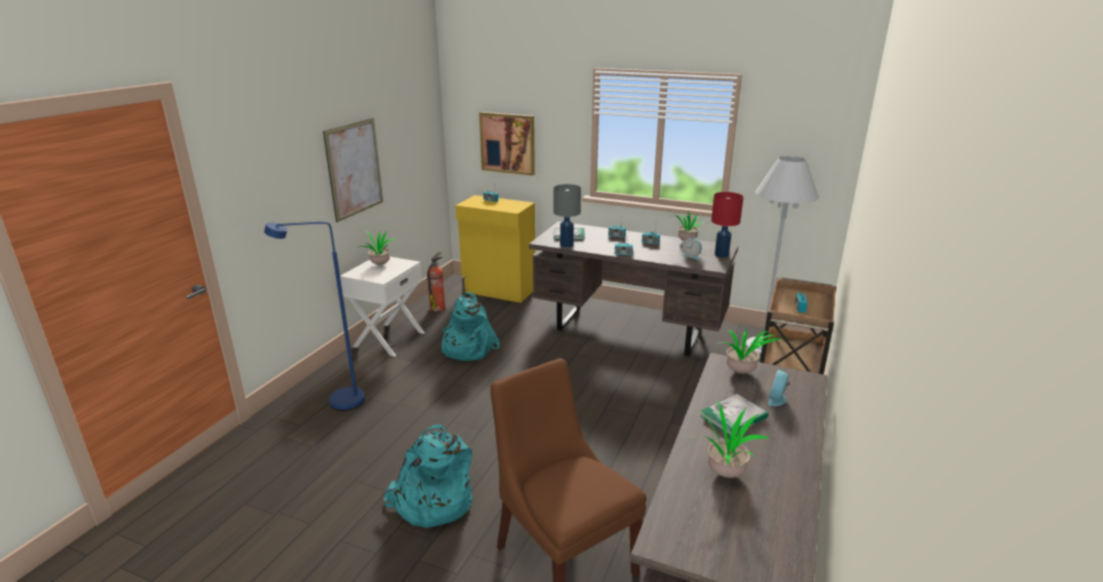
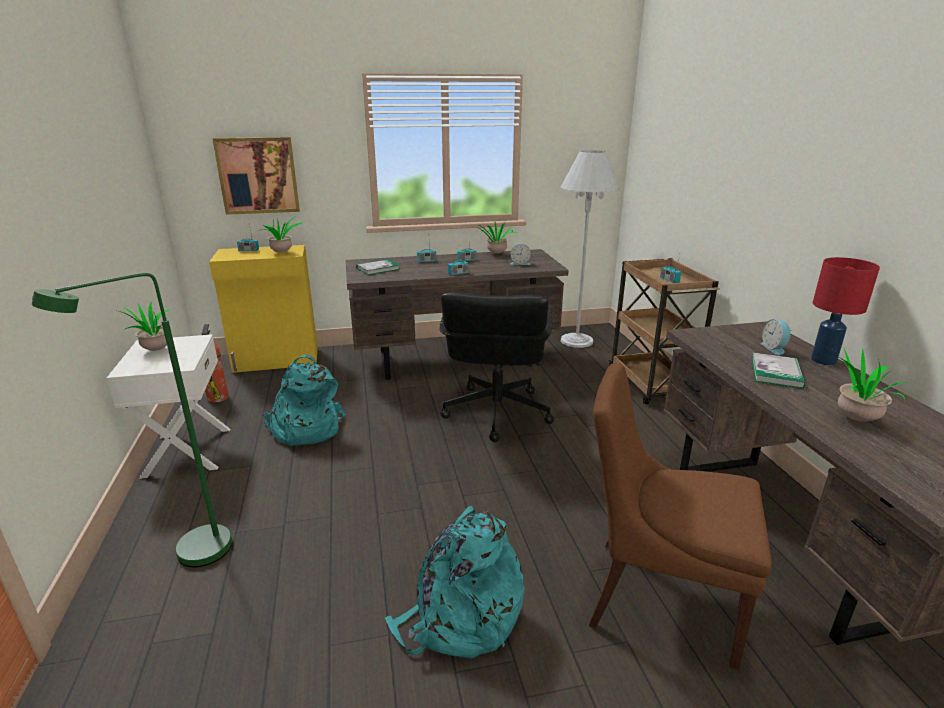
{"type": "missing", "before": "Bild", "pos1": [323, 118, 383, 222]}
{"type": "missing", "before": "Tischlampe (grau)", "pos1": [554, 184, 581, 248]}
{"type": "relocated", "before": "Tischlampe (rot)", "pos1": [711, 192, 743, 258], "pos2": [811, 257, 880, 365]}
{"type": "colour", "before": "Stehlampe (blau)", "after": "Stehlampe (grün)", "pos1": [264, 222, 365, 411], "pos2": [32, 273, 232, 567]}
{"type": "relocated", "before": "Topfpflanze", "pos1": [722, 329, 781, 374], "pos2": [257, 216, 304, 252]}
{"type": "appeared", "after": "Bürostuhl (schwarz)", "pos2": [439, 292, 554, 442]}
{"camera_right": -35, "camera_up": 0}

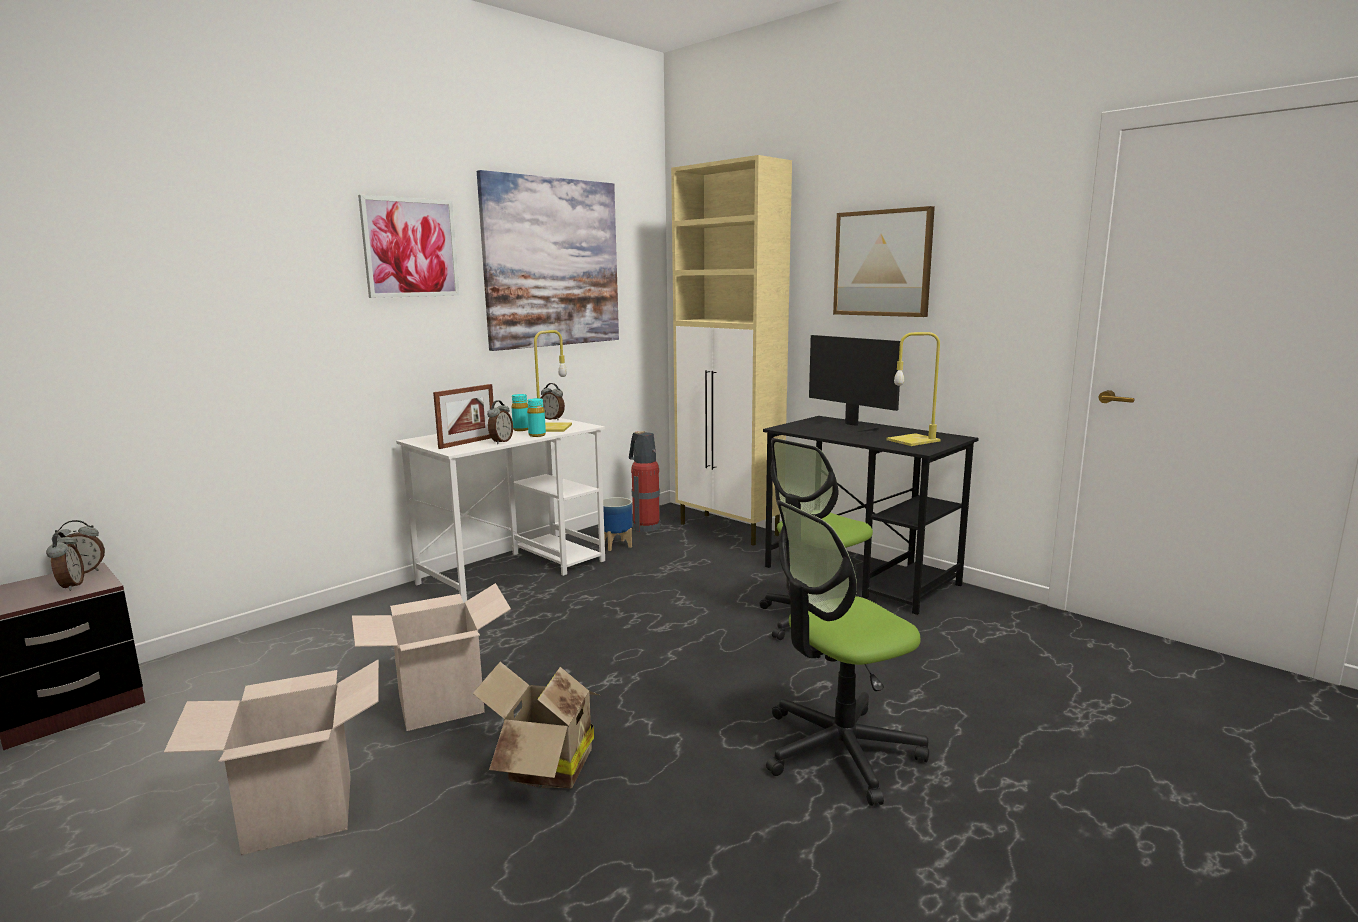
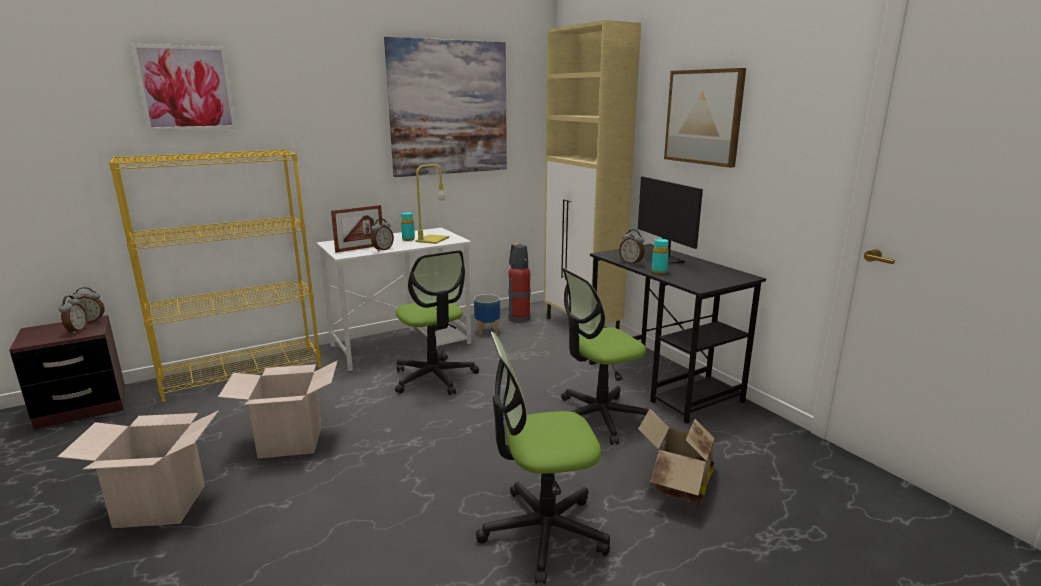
{"type": "relocated", "before": "Bild", "pos1": [358, 195, 459, 298], "pos2": [131, 44, 237, 131]}
{"type": "missing", "before": "Tischlampe (gelb)", "pos1": [886, 332, 941, 446]}
{"type": "relocated", "before": "Wecker", "pos1": [541, 383, 565, 420], "pos2": [619, 229, 645, 265]}
{"type": "relocated", "before": "Flasche (türkis)", "pos1": [527, 398, 546, 437], "pos2": [652, 239, 669, 274]}
{"type": "relocated", "before": "Karton", "pos1": [473, 662, 599, 789], "pos2": [638, 409, 716, 504]}
{"type": "appeared", "after": "Bücherregal (gelb)", "pos2": [109, 149, 321, 402]}
{"type": "appeared", "after": "Bürostuhl", "pos2": [395, 250, 479, 395]}
{"camera_right": 15, "camera_up": 5}

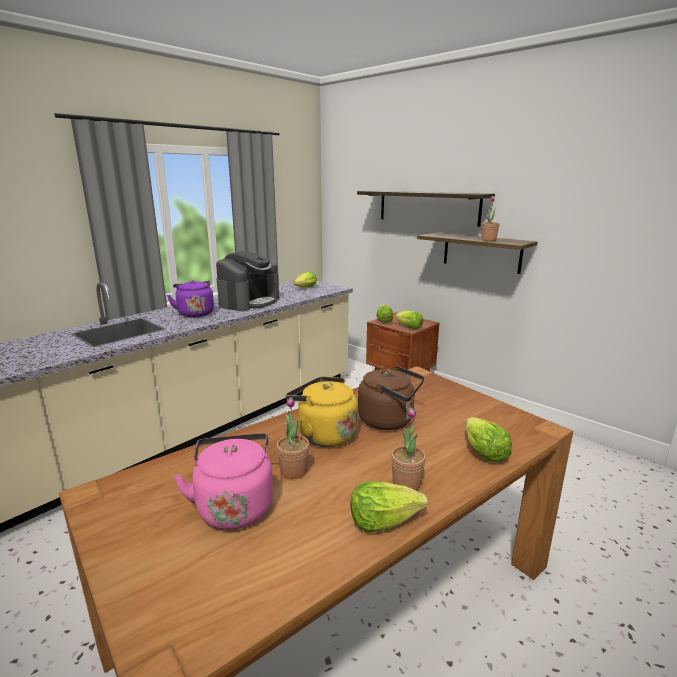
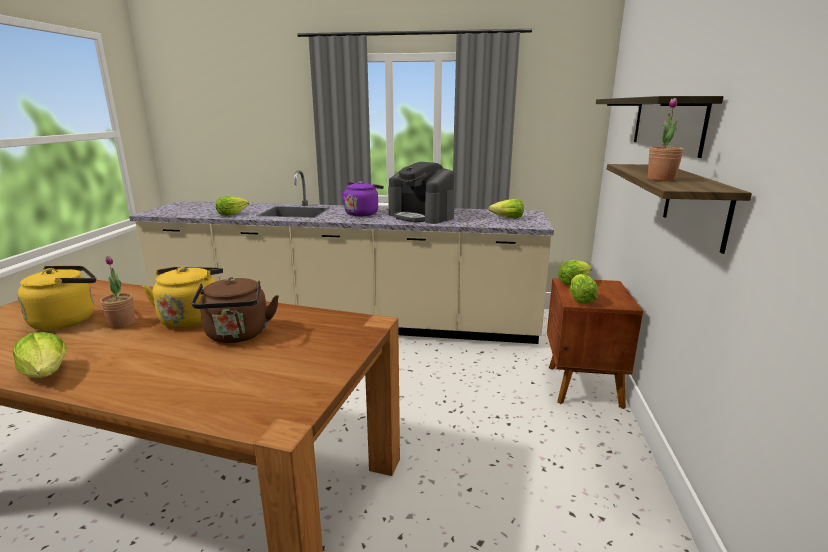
{"type": "spun", "before": "Kaffeemaschine", "pos1": [216, 251, 279, 311], "pos2": [388, 162, 455, 224], "turn": 45}
{"type": "missing", "before": "Topfpflanze", "pos1": [391, 408, 426, 490]}
{"type": "relocated", "before": "Salatkopf", "pos1": [466, 417, 512, 462], "pos2": [216, 196, 249, 216]}
{"type": "colour", "before": "Wasserkessel (rosa)", "after": "Wasserkessel (gelb)", "pos1": [174, 433, 273, 529], "pos2": [17, 266, 96, 330]}
{"camera_right": 55, "camera_up": 0}

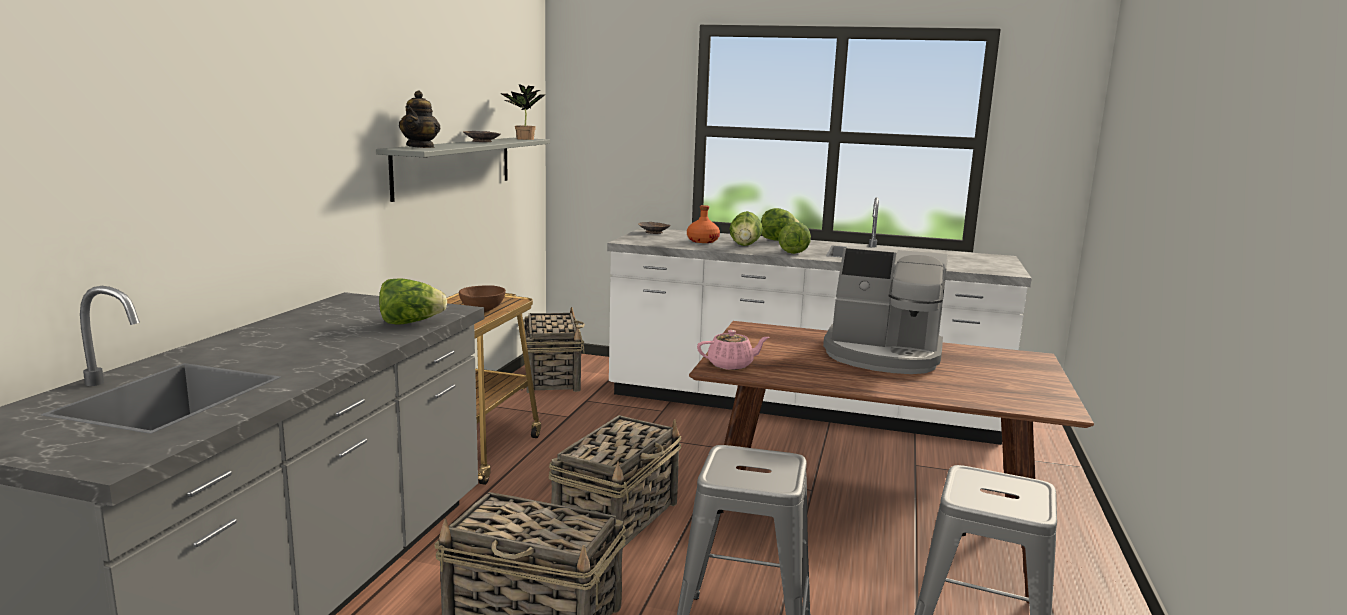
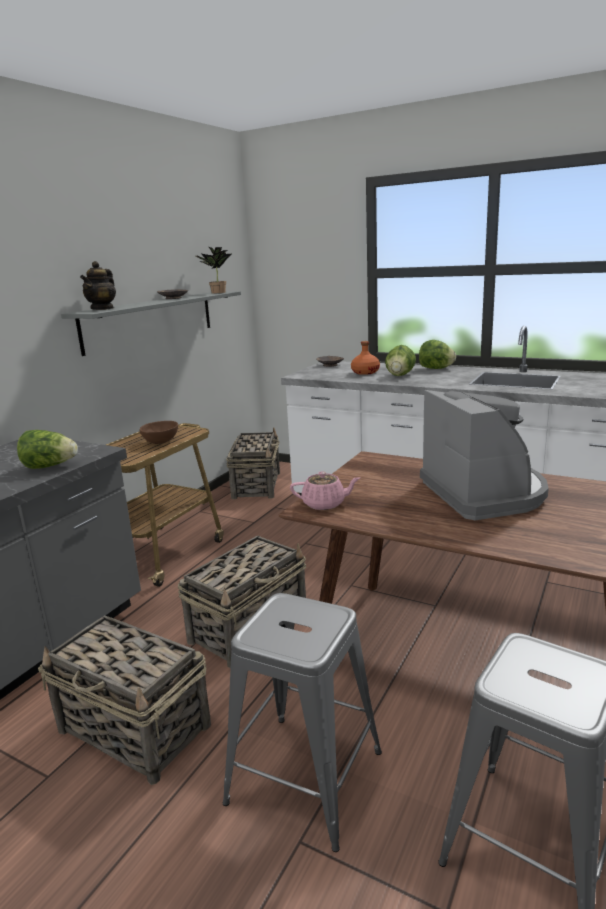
{"type": "missing", "before": "Salatkopf", "pos1": [778, 222, 811, 254]}
{"type": "spun", "before": "Kaffeemaschine", "pos1": [823, 246, 948, 374], "pos2": [420, 390, 549, 520], "turn": -135}
{"camera_right": 15, "camera_up": 5}

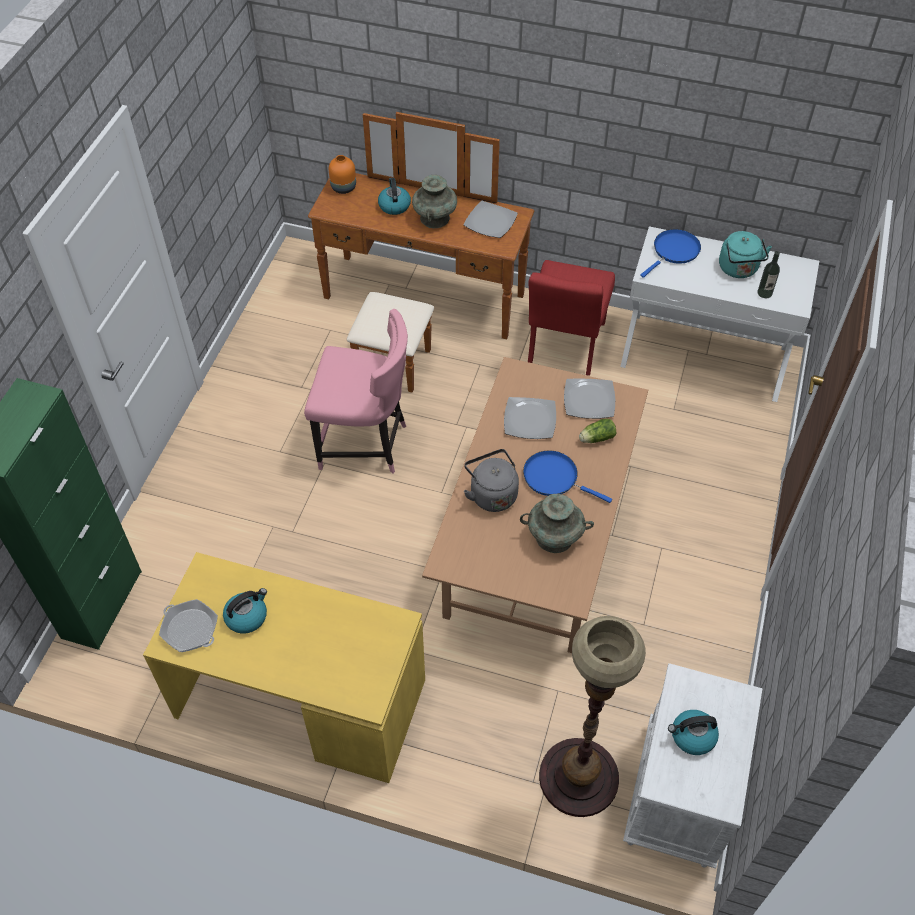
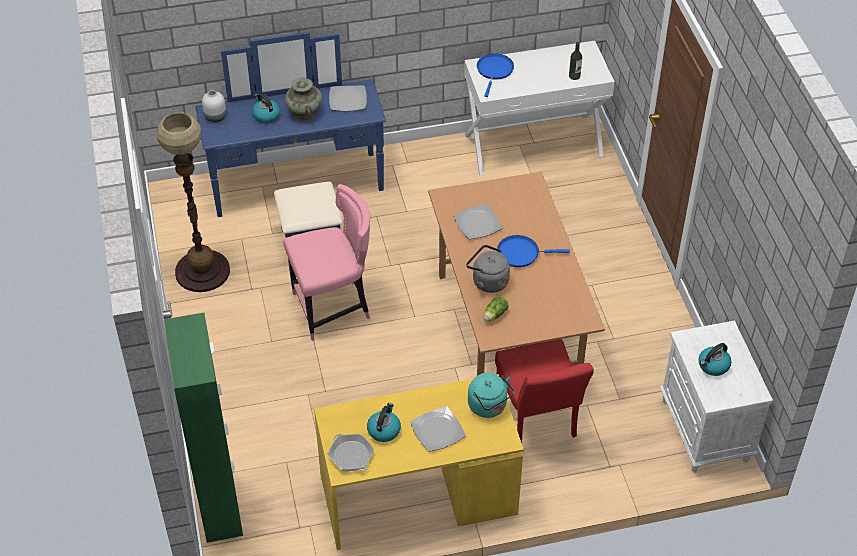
{"type": "colour", "before": "Kommode (braun)", "after": "Kommode (blau)", "pos1": [308, 112, 534, 393], "pos2": [196, 32, 386, 238]}
{"type": "colour", "before": "Vase (orange)", "after": "Vase (weiß)", "pos1": [329, 155, 356, 194], "pos2": [202, 90, 226, 122]}
{"type": "relocated", "before": "Wasserkessel (türkis)", "pos1": [719, 231, 772, 278], "pos2": [468, 373, 515, 418]}
{"type": "relocated", "before": "Stuhl (rot)", "pos1": [528, 260, 615, 376], "pos2": [495, 339, 594, 443]}
{"type": "relocated", "before": "Teller", "pos1": [564, 379, 615, 419], "pos2": [410, 406, 466, 452]}
{"type": "relocated", "before": "Salatkopf", "pos1": [579, 419, 616, 443], "pos2": [483, 296, 509, 322]}
{"type": "missing", "before": "Vase (türkis)", "pos1": [520, 494, 594, 553]}
{"type": "spun", "before": "Pfanne", "pos1": [159, 599, 218, 652], "pos2": [328, 434, 374, 471], "turn": 45}
{"type": "relocated", "before": "Stehlampe", "pos1": [539, 616, 646, 817], "pos2": [156, 112, 230, 292]}
{"camera_right": -30, "camera_up": -5}

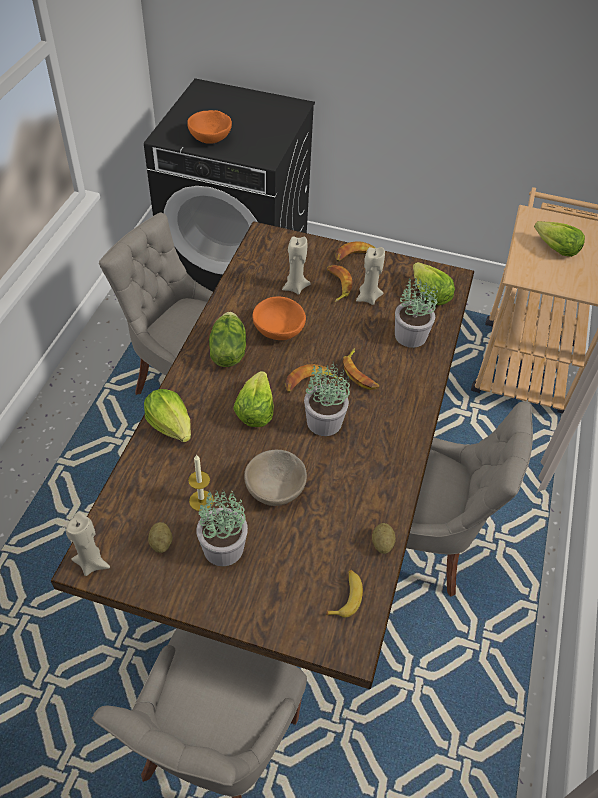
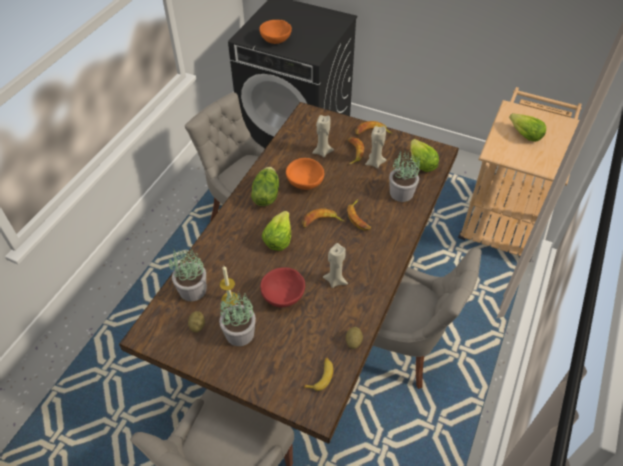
{"type": "relocated", "before": "Topfpflanze", "pos1": [304, 361, 350, 436], "pos2": [169, 246, 206, 301]}
{"type": "missing", "before": "Salatkopf", "pos1": [144, 389, 191, 442]}
{"type": "colour", "before": "Schüssel (beige)", "after": "Schüssel (rot)", "pos1": [244, 450, 307, 506], "pos2": [260, 267, 305, 307]}
{"type": "relocated", "before": "Kerze (beige)", "pos1": [66, 512, 110, 576], "pos2": [323, 243, 348, 288]}
{"camera_right": 10, "camera_up": 0}

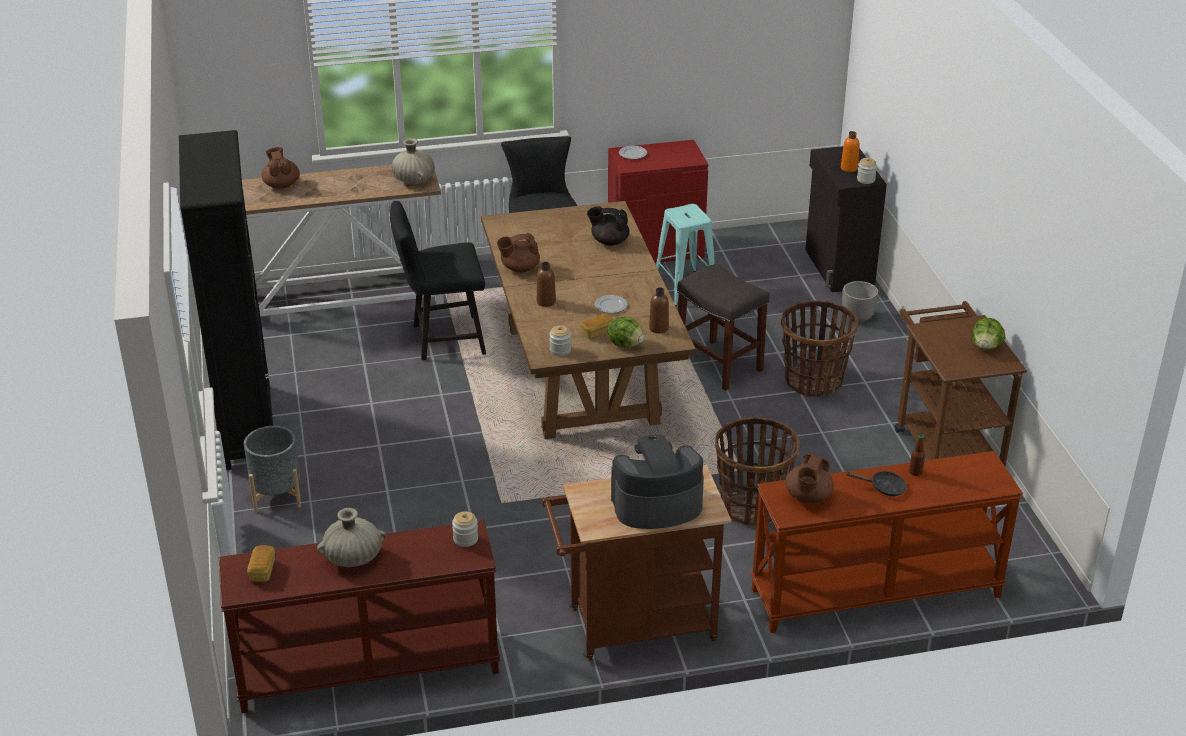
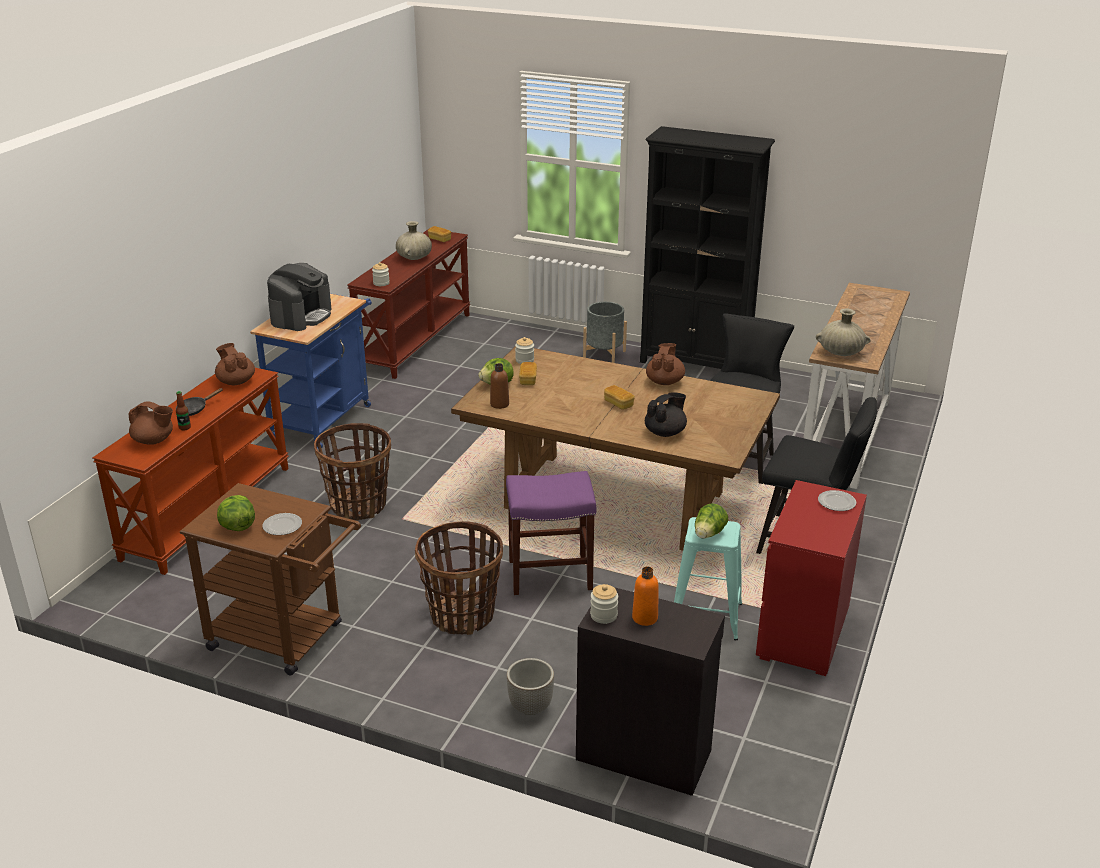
{"type": "relocated", "before": "Teekanne (braun)", "pos1": [262, 147, 300, 189], "pos2": [128, 401, 173, 445]}
{"type": "missing", "before": "Flasche (braun)", "pos1": [537, 262, 556, 307]}
{"type": "colour", "before": "Hocker (grau)", "after": "Hocker (lila)", "pos1": [677, 263, 769, 391], "pos2": [506, 471, 596, 595]}
{"type": "relocated", "before": "Teller", "pos1": [595, 295, 628, 313], "pos2": [262, 513, 302, 535]}
{"type": "colour", "before": "Rollwagen (braun)", "after": "Rollwagen (blau)", "pos1": [542, 465, 731, 661], "pos2": [250, 294, 372, 449]}
{"type": "appeared", "after": "Brot", "pos2": [604, 385, 635, 410]}
{"type": "appeared", "after": "Salatkopf", "pos2": [695, 503, 728, 539]}
{"camera_right": 125, "camera_up": -5}

